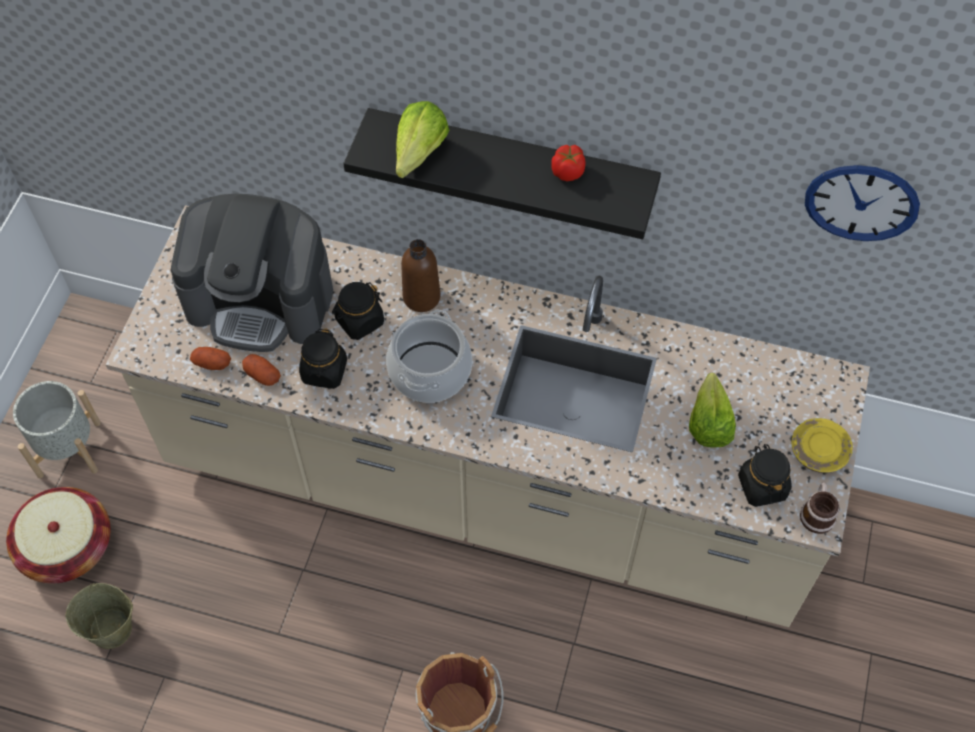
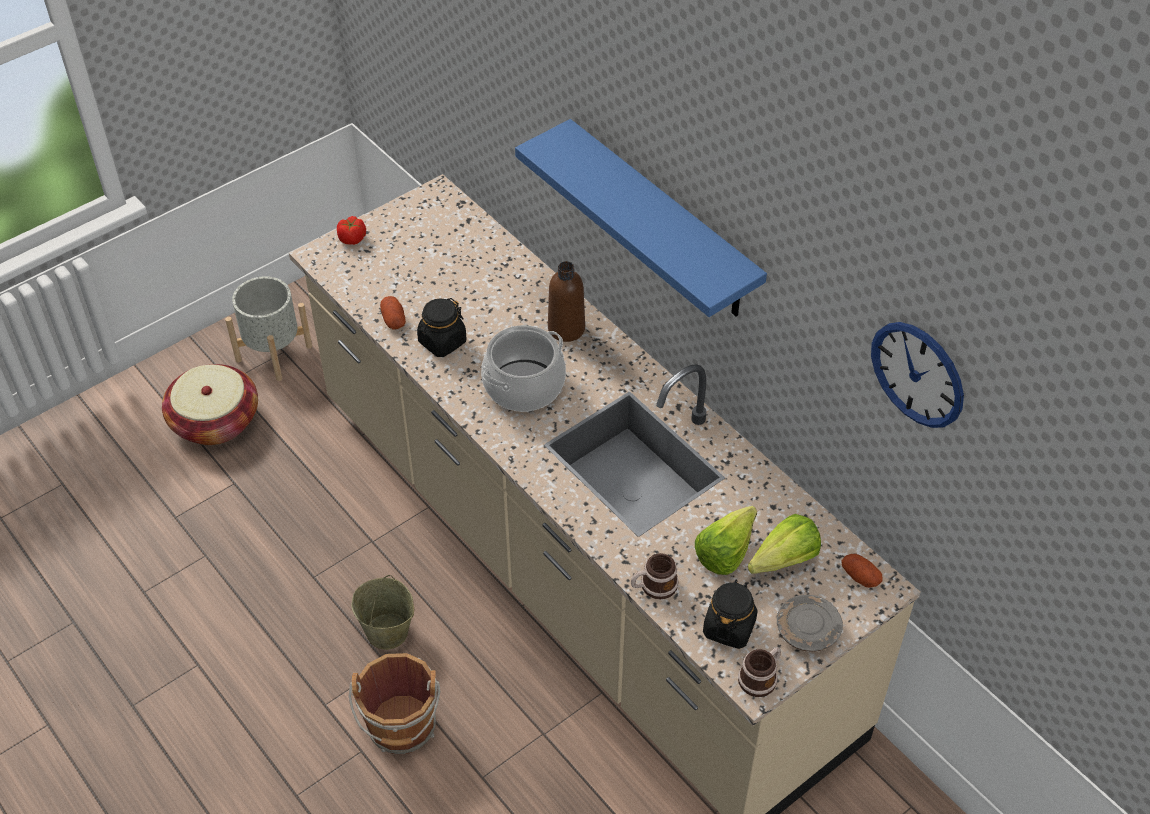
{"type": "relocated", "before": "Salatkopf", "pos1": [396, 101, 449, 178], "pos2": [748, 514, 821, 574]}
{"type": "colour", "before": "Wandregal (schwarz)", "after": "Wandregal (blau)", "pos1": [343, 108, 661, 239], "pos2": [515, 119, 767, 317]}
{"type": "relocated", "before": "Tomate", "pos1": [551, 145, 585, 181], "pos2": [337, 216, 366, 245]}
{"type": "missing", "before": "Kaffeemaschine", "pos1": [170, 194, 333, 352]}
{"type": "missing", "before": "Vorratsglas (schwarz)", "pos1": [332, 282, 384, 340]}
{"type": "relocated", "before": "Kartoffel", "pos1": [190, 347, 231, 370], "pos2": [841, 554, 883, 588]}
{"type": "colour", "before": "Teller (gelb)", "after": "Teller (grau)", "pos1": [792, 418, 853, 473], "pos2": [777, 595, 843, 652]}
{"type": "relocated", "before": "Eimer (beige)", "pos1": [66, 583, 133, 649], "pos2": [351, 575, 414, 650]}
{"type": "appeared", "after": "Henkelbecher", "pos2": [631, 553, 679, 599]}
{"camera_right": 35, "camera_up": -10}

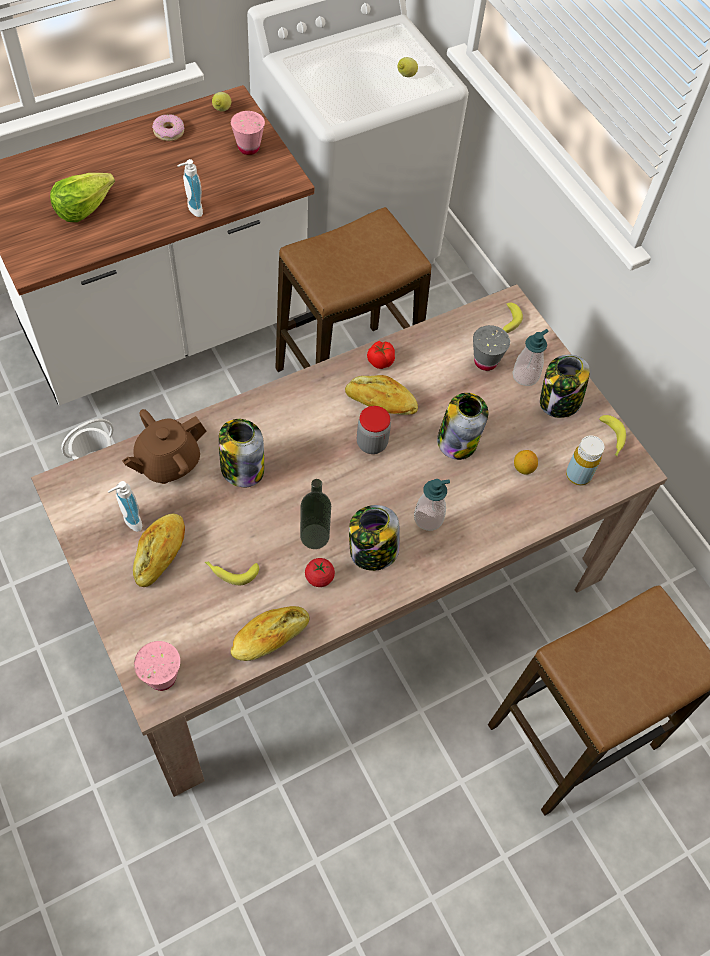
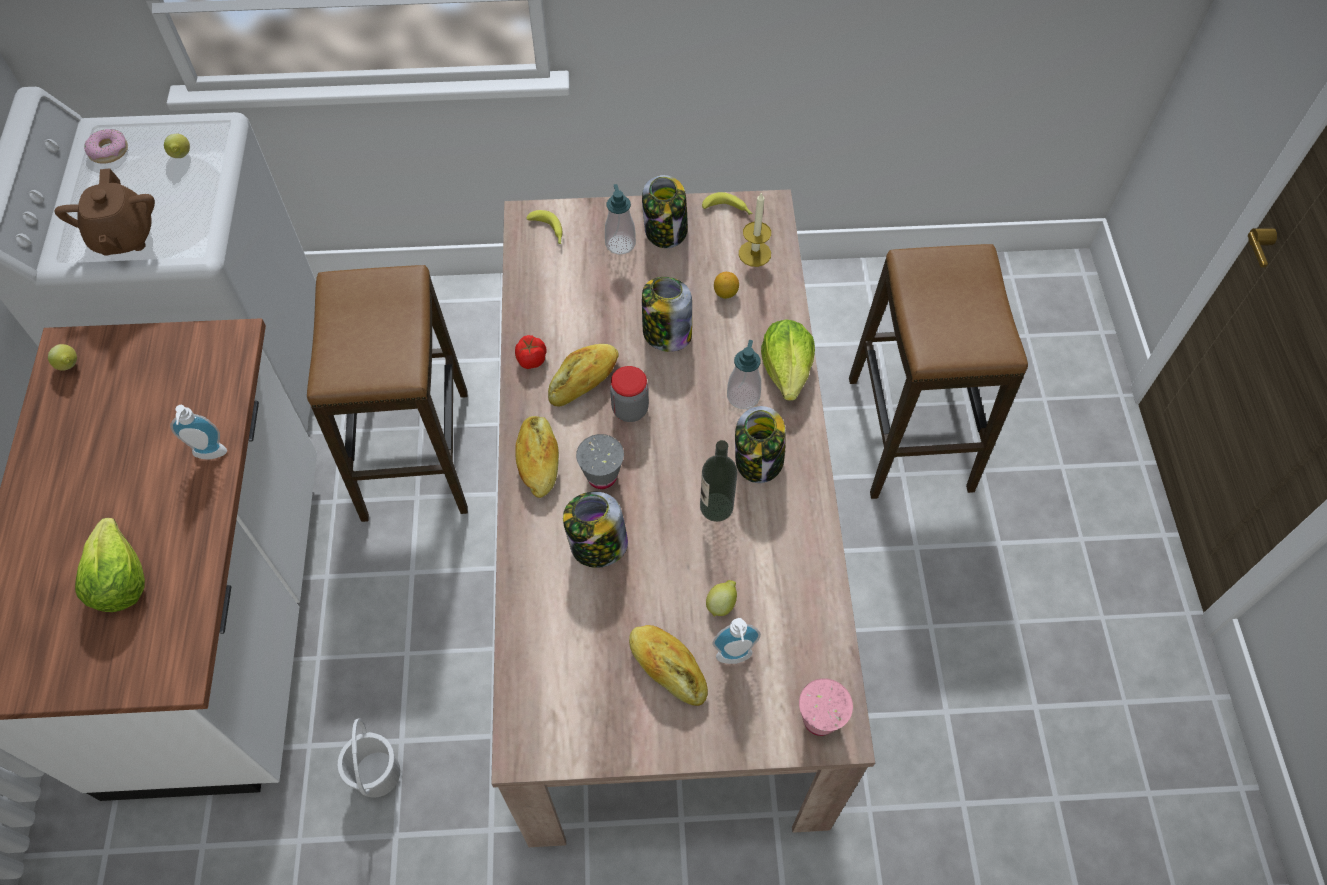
{"type": "missing", "before": "Tasse (rosa)", "pos1": [231, 111, 265, 155]}
{"type": "relocated", "before": "Donut", "pos1": [152, 114, 184, 141], "pos2": [84, 129, 128, 164]}
{"type": "relocated", "before": "Tasse (grau)", "pos1": [473, 325, 510, 371], "pos2": [576, 434, 624, 489]}
{"type": "relocated", "before": "Teekanne (braun)", "pos1": [122, 409, 206, 484], "pos2": [55, 168, 155, 256]}
{"type": "exchanged", "before": "Flasche (gelb)", "after": "Kerze", "pos1": [566, 435, 604, 486], "pos2": [739, 192, 771, 267]}
{"type": "relocated", "before": "Seifenspender", "pos1": [107, 481, 142, 532], "pos2": [712, 618, 761, 664]}
{"type": "missing", "before": "Tomate", "pos1": [305, 558, 335, 587]}
{"type": "exchanged", "before": "Banane", "after": "Zitrone", "pos1": [205, 561, 259, 585], "pos2": [706, 580, 737, 616]}
{"type": "relocated", "before": "Brot", "pos1": [231, 606, 310, 661], "pos2": [515, 416, 559, 498]}
{"type": "appeared", "after": "Salatkopf", "pos2": [761, 319, 815, 401]}
{"camera_right": -60, "camera_up": 0}

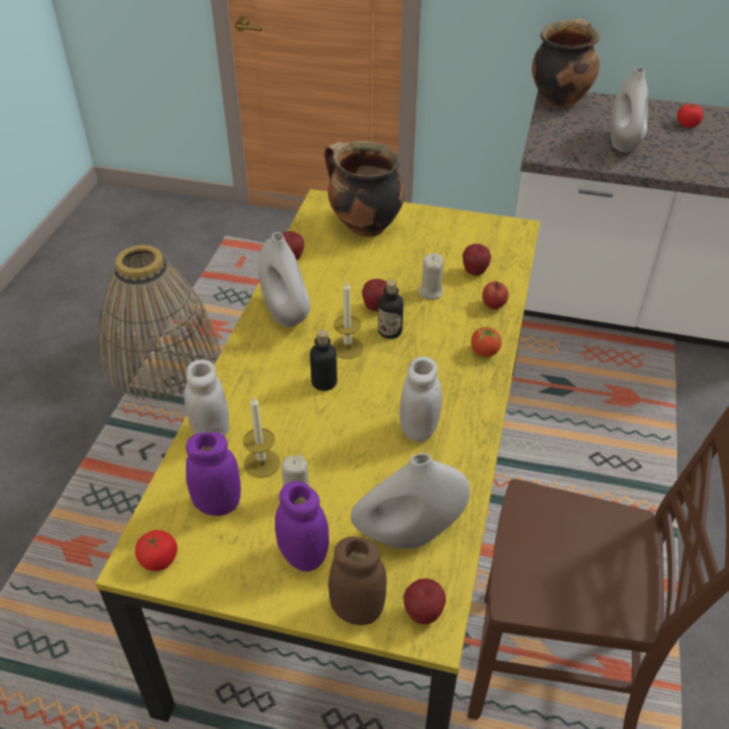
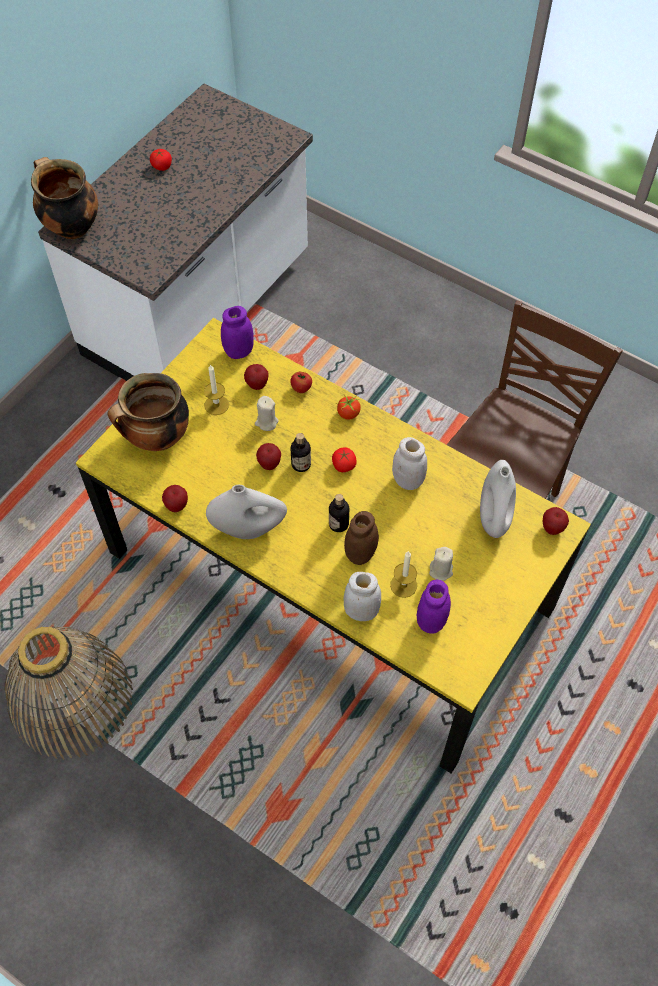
{"type": "missing", "before": "Vase (weiß)", "pos1": [610, 67, 648, 152]}
{"type": "relocated", "before": "Kerze", "pos1": [332, 280, 363, 359], "pos2": [204, 364, 229, 415]}
{"type": "relocated", "before": "Vorratsglas (lila)", "pos1": [275, 481, 329, 572], "pos2": [221, 306, 254, 359]}
{"type": "relocated", "before": "Tomate", "pos1": [135, 530, 177, 571], "pos2": [332, 447, 357, 472]}
{"type": "relocated", "before": "Vorratsglas (braun)", "pos1": [328, 537, 387, 625], "pos2": [344, 511, 379, 565]}
{"camera_right": -70, "camera_up": 15}

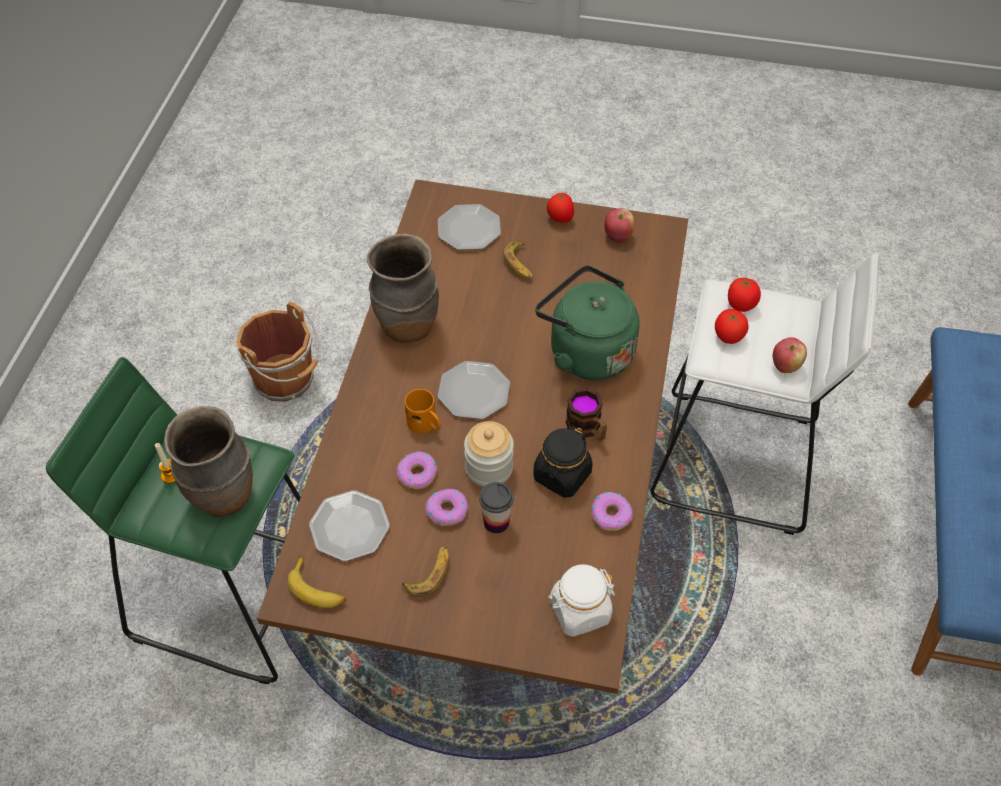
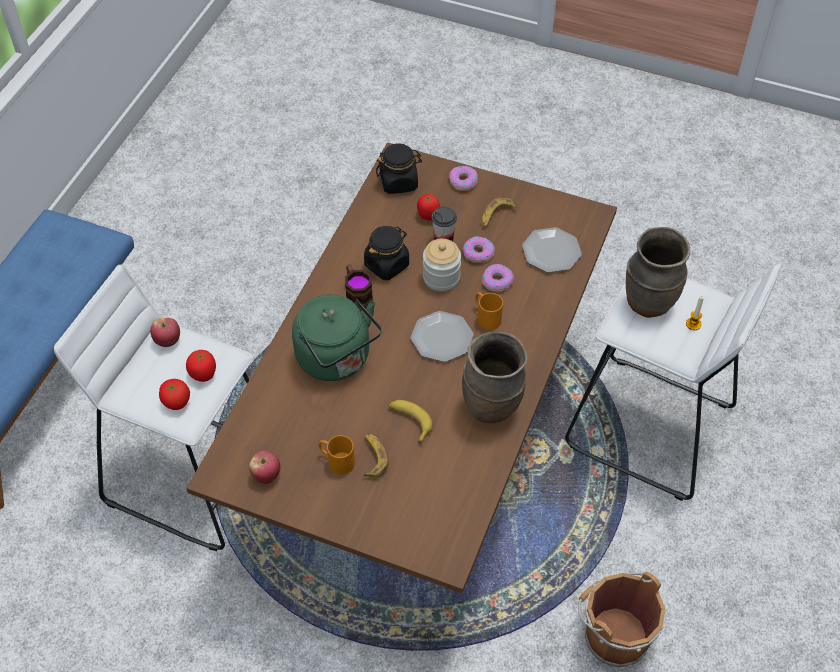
{"type": "relocated", "before": "Tomate", "pos1": [547, 193, 574, 223], "pos2": [417, 194, 440, 220]}
{"type": "missing", "before": "Teller", "pos1": [438, 204, 501, 250]}
{"type": "colour", "before": "Hocker (grün)", "after": "Hocker (weiß)", "pos1": [46, 357, 301, 684], "pos2": [565, 264, 781, 501]}
{"type": "relocated", "before": "Donut", "pos1": [591, 492, 633, 531], "pos2": [449, 166, 478, 191]}
{"type": "relocated", "before": "Banane", "pos1": [287, 556, 346, 608], "pos2": [389, 400, 433, 444]}
{"type": "colour", "before": "Vorratsglas (weiß)", "after": "Vorratsglas (schwarz)", "pos1": [548, 564, 615, 637], "pos2": [376, 143, 422, 194]}
{"type": "appeared", "after": "Henkelbecher (orange)", "pos2": [319, 435, 355, 474]}
{"camera_right": -170, "camera_up": 0}

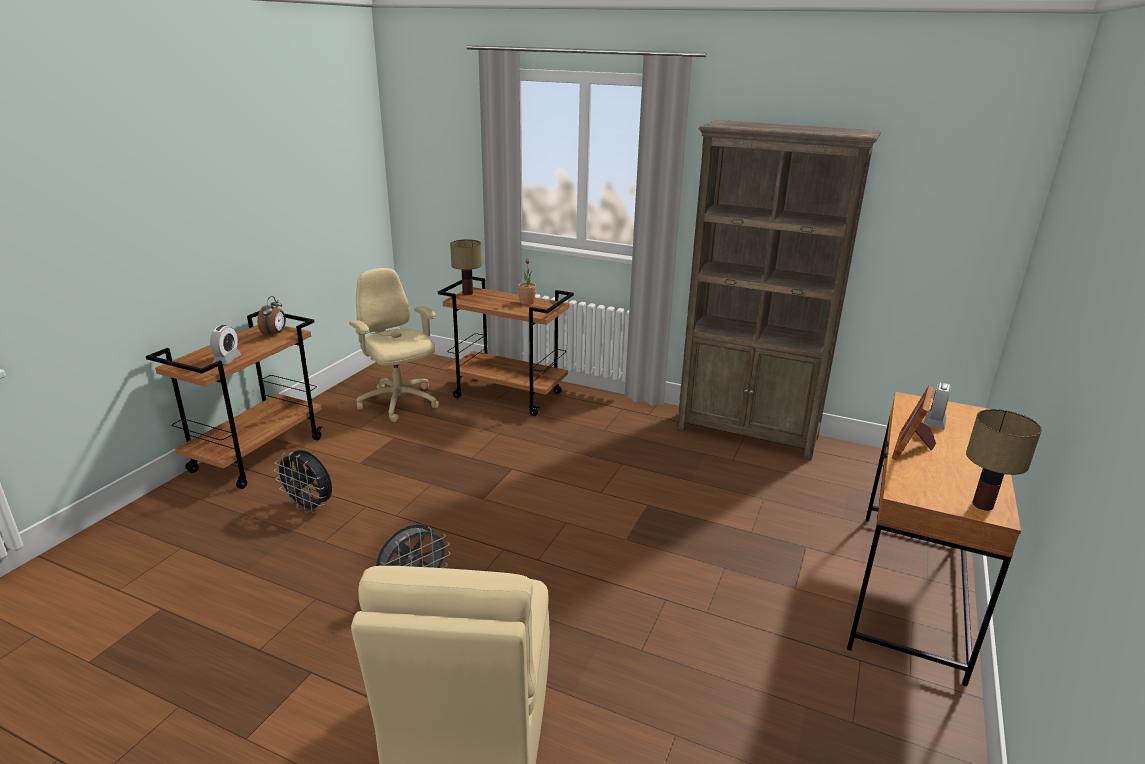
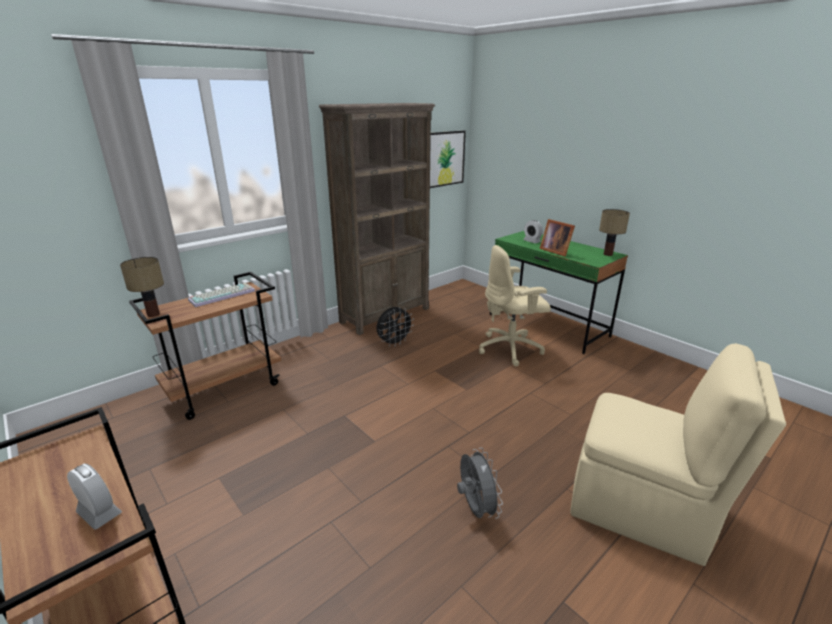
{"type": "exchanged", "before": "Topfpflanze", "after": "Tastatur", "pos1": [518, 259, 536, 305], "pos2": [188, 283, 255, 307]}
{"type": "relocated", "before": "Bürostuhl (beige)", "pos1": [349, 268, 439, 422], "pos2": [479, 245, 551, 366]}
{"type": "missing", "before": "Wecker", "pos1": [257, 296, 286, 337]}
{"type": "colour", "before": "Schreibtisch (braun)", "after": "Schreibtisch (grün)", "pos1": [847, 392, 1021, 686], "pos2": [490, 231, 628, 354]}
{"type": "relocated", "before": "Ventilator (schwarz)", "pos1": [274, 450, 332, 513], "pos2": [377, 307, 414, 346]}
{"type": "appeared", "after": "Bild", "pos2": [430, 130, 466, 188]}
{"camera_right": -65, "camera_up": 0}

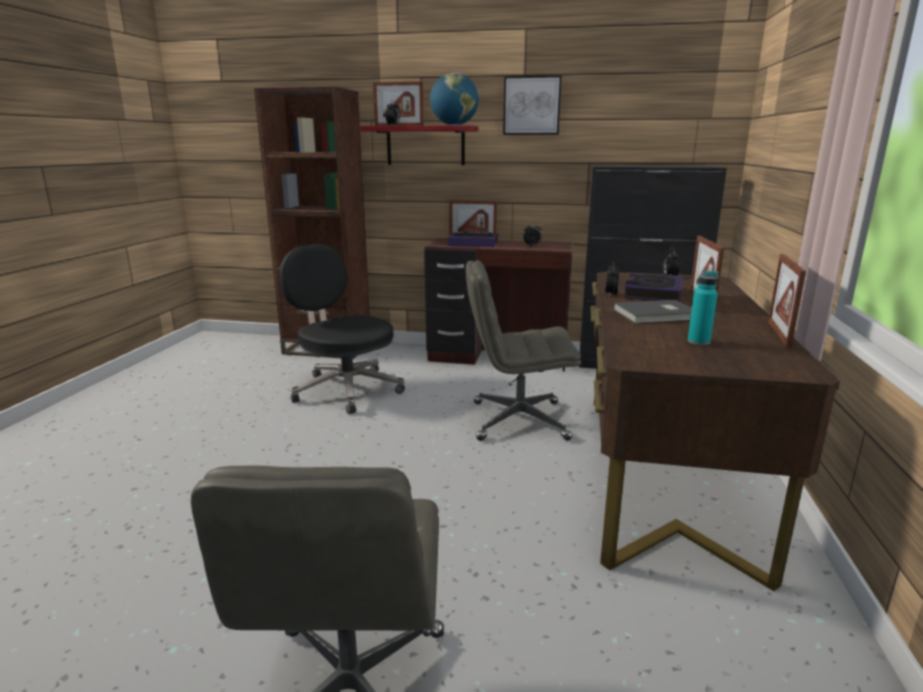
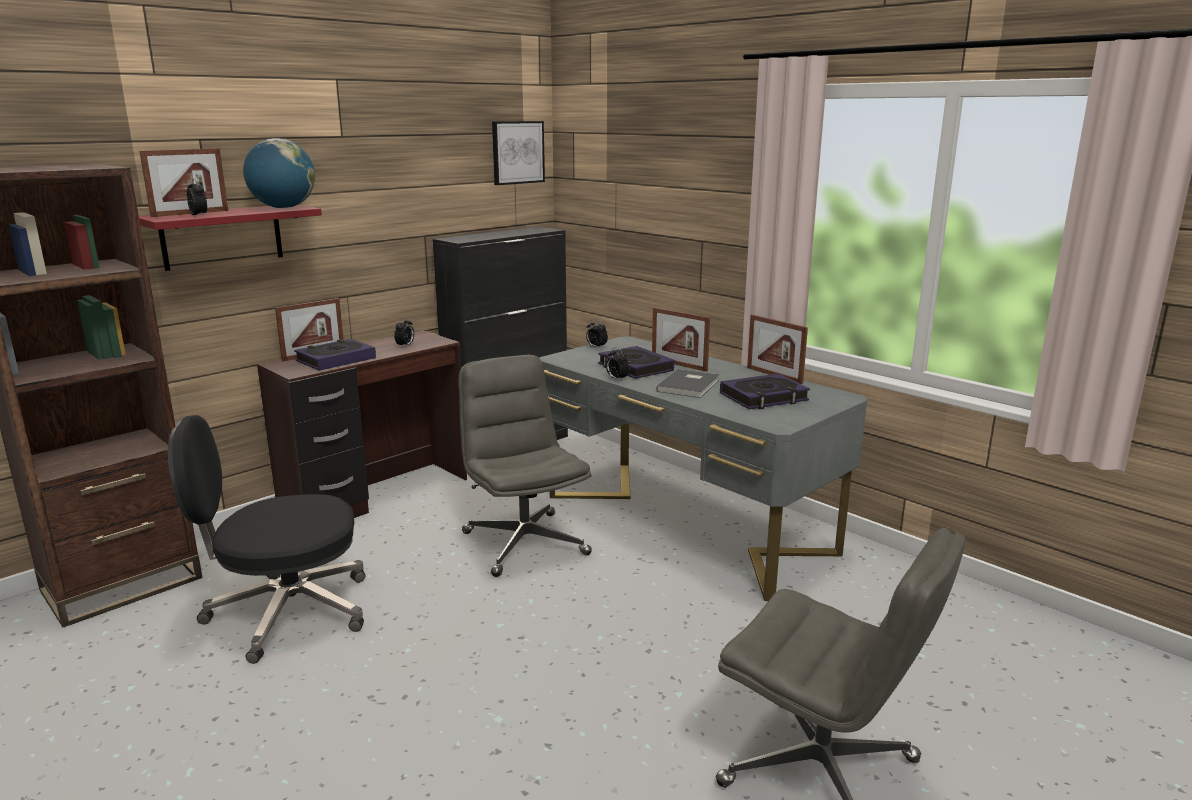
{"type": "relocated", "before": "Bild", "pos1": [503, 75, 562, 135], "pos2": [492, 121, 545, 185]}
{"type": "spun", "before": "Bürostuhl (grau)", "pos1": [466, 260, 581, 441], "pos2": [458, 355, 592, 577], "turn": 120}
{"type": "exchanged", "before": "Flasche (türkis)", "after": "Buch", "pos1": [688, 270, 719, 345], "pos2": [720, 374, 810, 409]}
{"type": "colour", "before": "Schreibtisch (braun)", "after": "Schreibtisch (grau)", "pos1": [590, 272, 840, 591], "pos2": [540, 337, 868, 601]}
{"camera_right": -55, "camera_up": 0}

